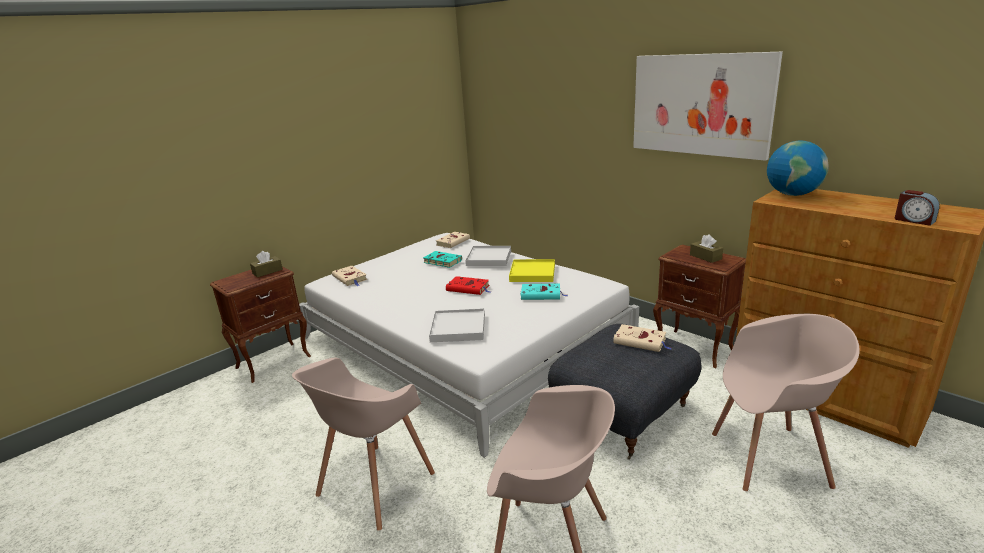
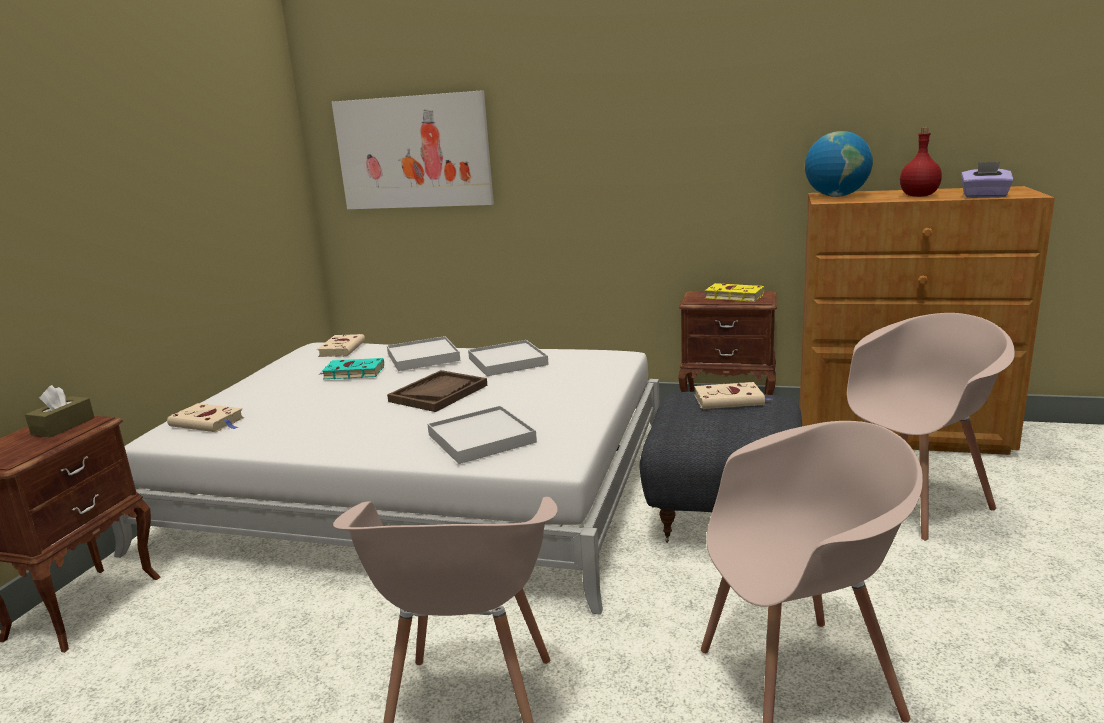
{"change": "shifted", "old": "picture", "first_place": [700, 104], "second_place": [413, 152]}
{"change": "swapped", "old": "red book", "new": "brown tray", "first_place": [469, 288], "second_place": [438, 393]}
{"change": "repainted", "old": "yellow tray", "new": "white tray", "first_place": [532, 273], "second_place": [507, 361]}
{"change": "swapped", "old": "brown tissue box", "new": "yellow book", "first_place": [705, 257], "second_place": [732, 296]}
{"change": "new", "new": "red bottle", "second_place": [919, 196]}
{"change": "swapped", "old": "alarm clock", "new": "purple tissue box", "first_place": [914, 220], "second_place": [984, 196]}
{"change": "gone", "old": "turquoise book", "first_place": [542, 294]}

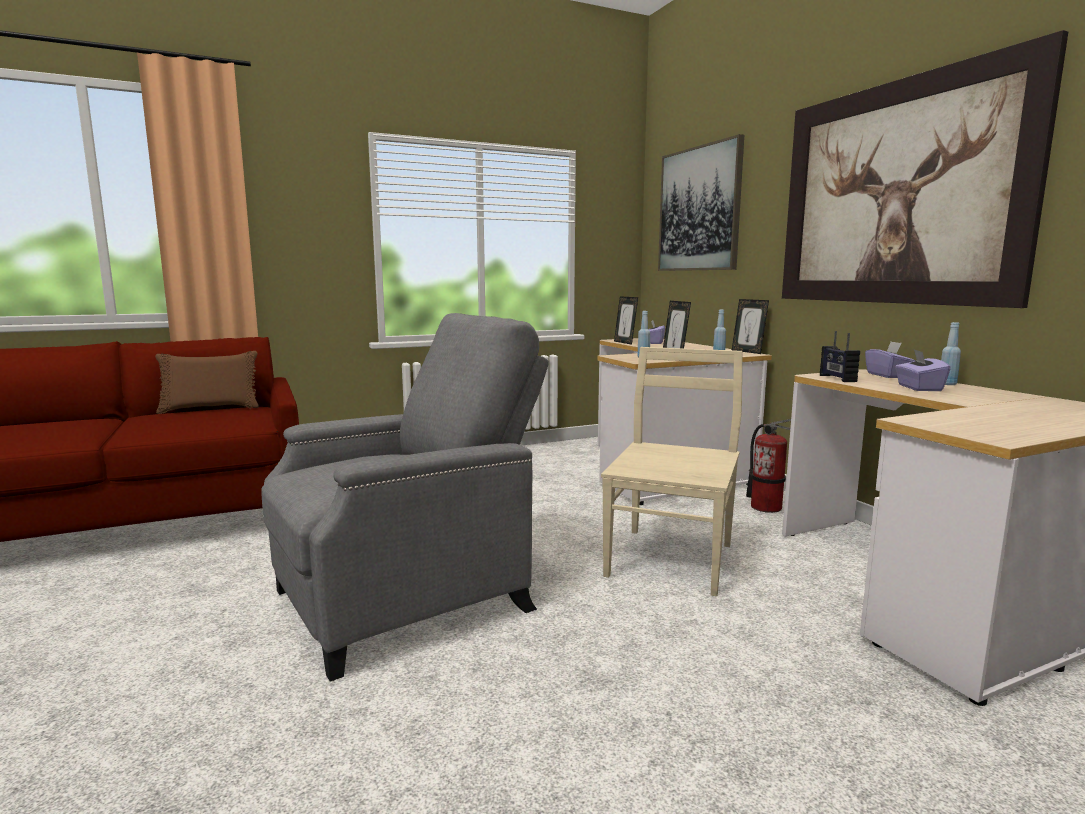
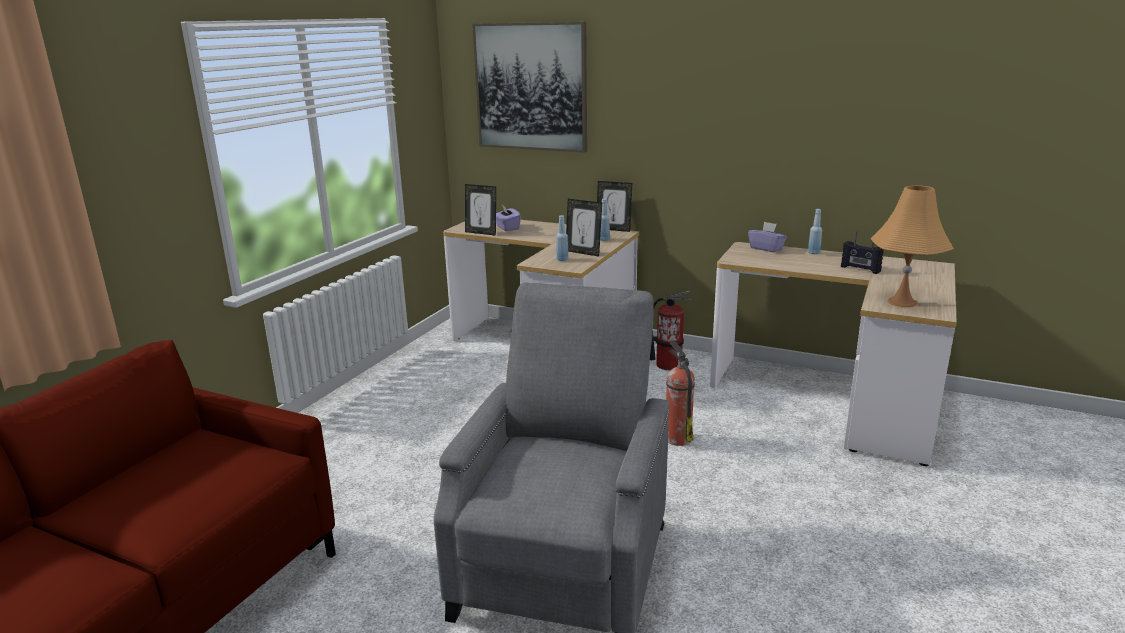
{"change": "swapped", "old": "beige chair", "new": "fire extinguisher", "first_place": [671, 558], "second_place": [677, 438]}
{"change": "shifted", "old": "radio", "first_place": [837, 378], "second_place": [860, 269]}
{"change": "new", "new": "orange table lamp", "second_place": [902, 302]}
{"change": "gone", "old": "brown pillow", "first_place": [210, 409]}
{"change": "gone", "old": "picture", "first_place": [896, 194]}
{"change": "gone", "old": "purple tissue box", "first_place": [918, 388]}

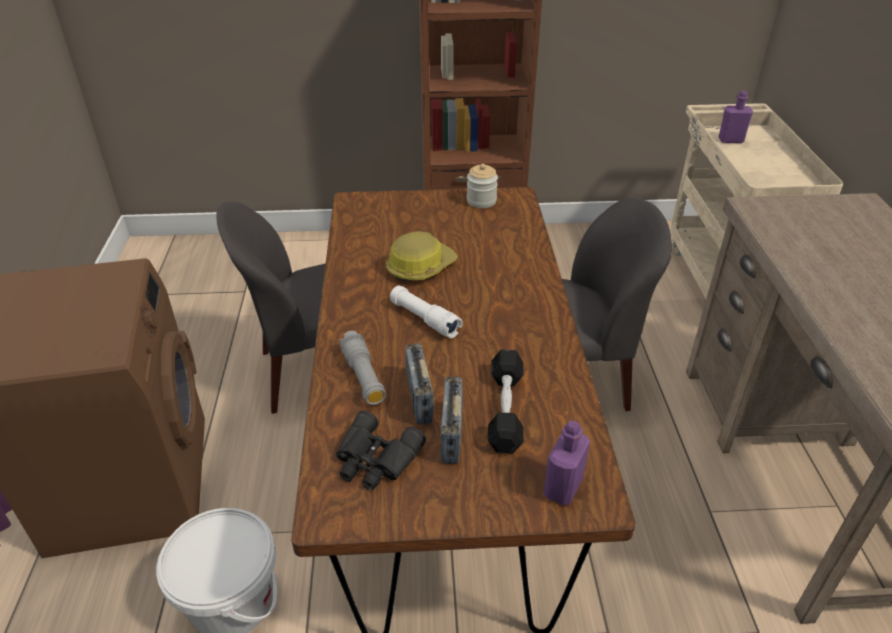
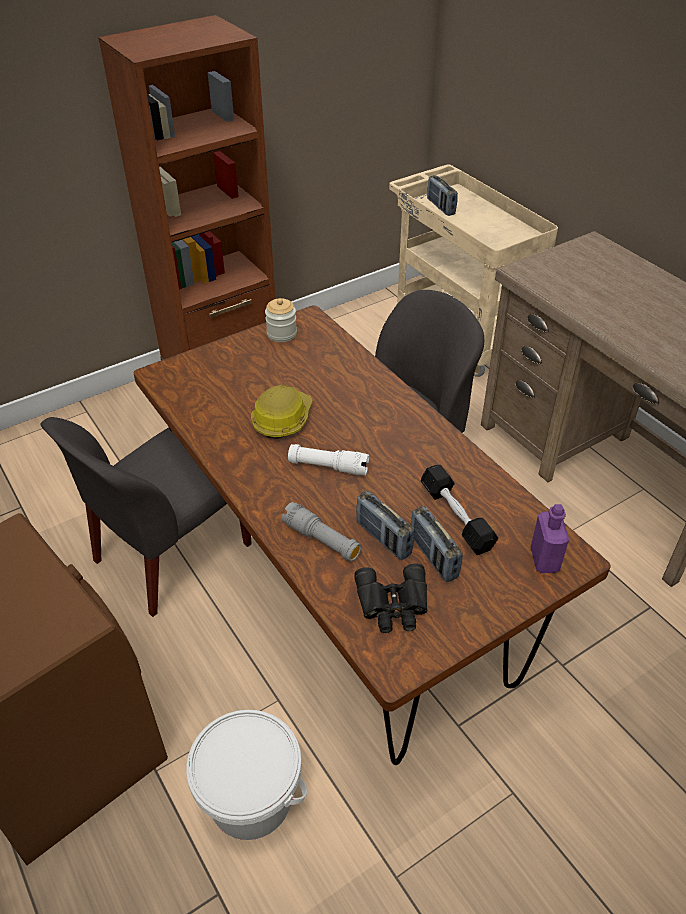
{"change": "swapped", "old": "purple bottle", "new": "radio", "first_place": [730, 140], "second_place": [440, 207]}

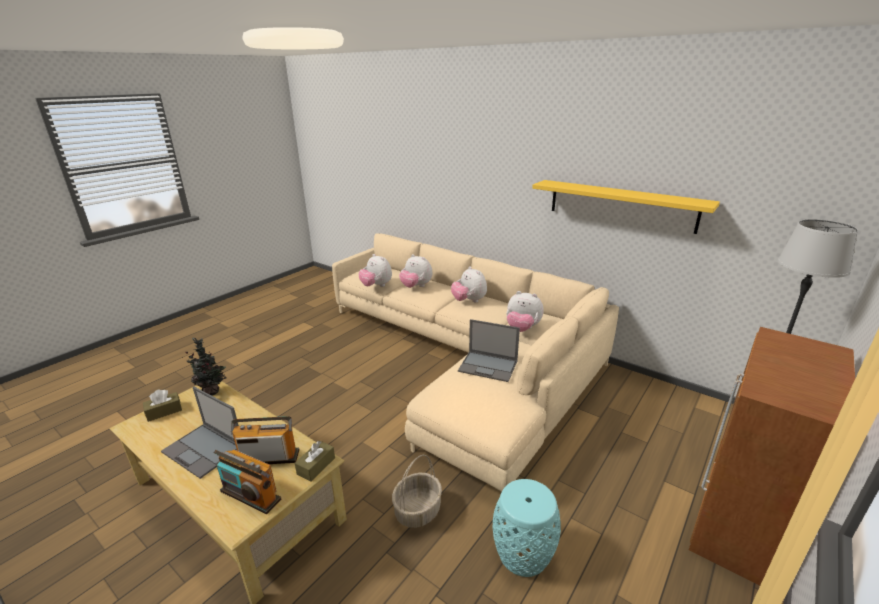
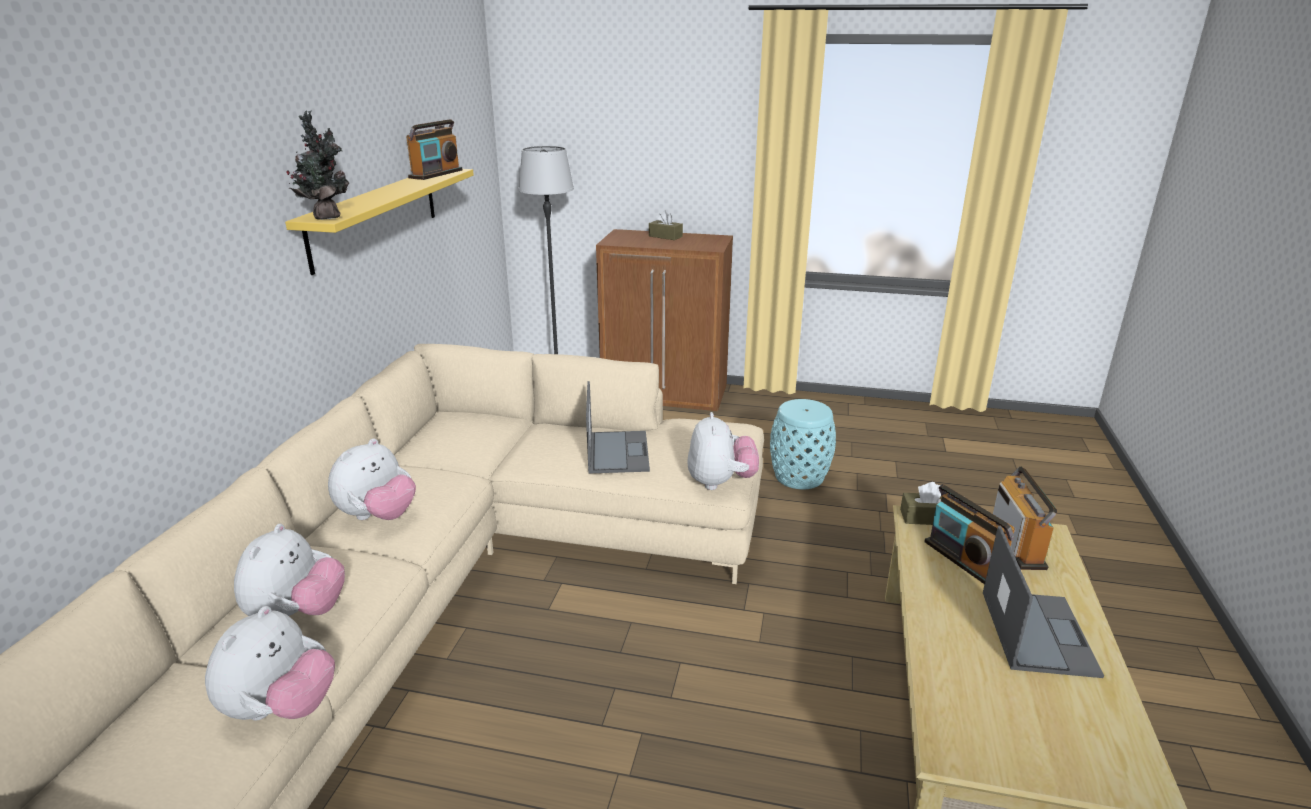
{"change": "shifted", "old": "potted plant", "first_place": [213, 392], "second_place": [326, 217]}
{"change": "new", "new": "radio", "second_place": [436, 174]}
{"change": "shifted", "old": "brown tissue box", "first_place": [164, 411], "second_place": [665, 236]}
{"change": "shifted", "old": "plush toy", "first_place": [522, 329], "second_place": [720, 482]}
{"change": "gone", "old": "basket", "first_place": [417, 511]}

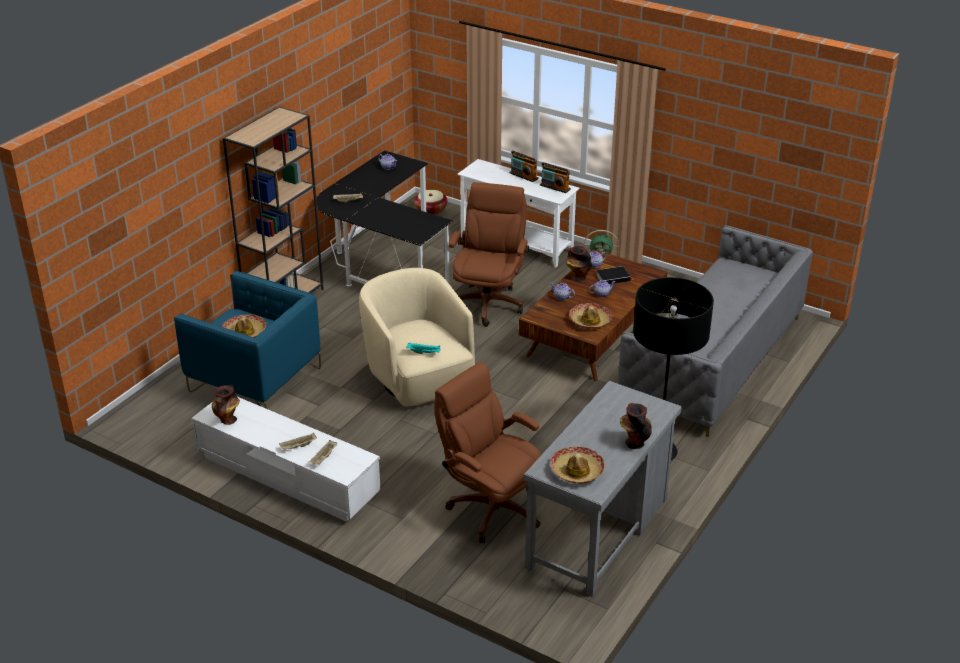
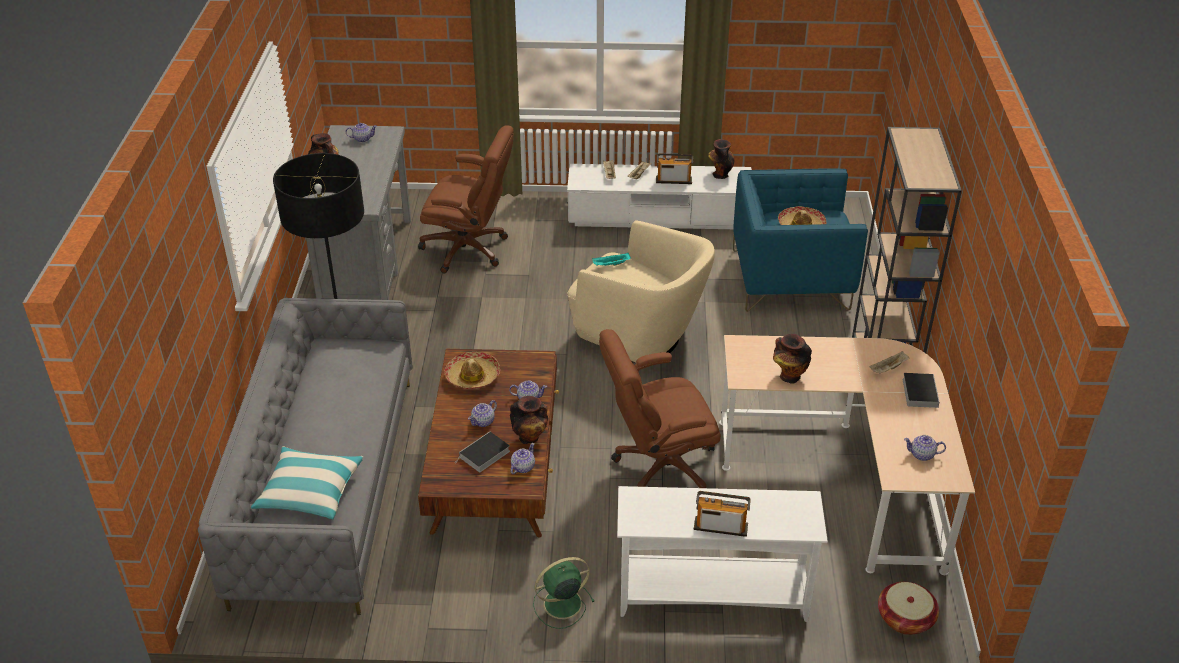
{"change": "new", "new": "pillow", "second_place": [310, 491]}
{"change": "swapped", "old": "hat", "new": "teapot", "first_place": [577, 471], "second_place": [362, 139]}
{"change": "rotated", "old": "brown office chair", "first_place": [488, 302], "second_place": [658, 468], "degrees": 90}
{"change": "shifted", "old": "radio", "first_place": [555, 187], "second_place": [673, 180]}
{"change": "repainted", "old": "black desk", "new": "beige desk", "first_place": [383, 264], "second_place": [846, 476]}
{"change": "new", "new": "vase", "second_place": [789, 376]}
{"change": "new", "new": "book", "second_place": [919, 391]}

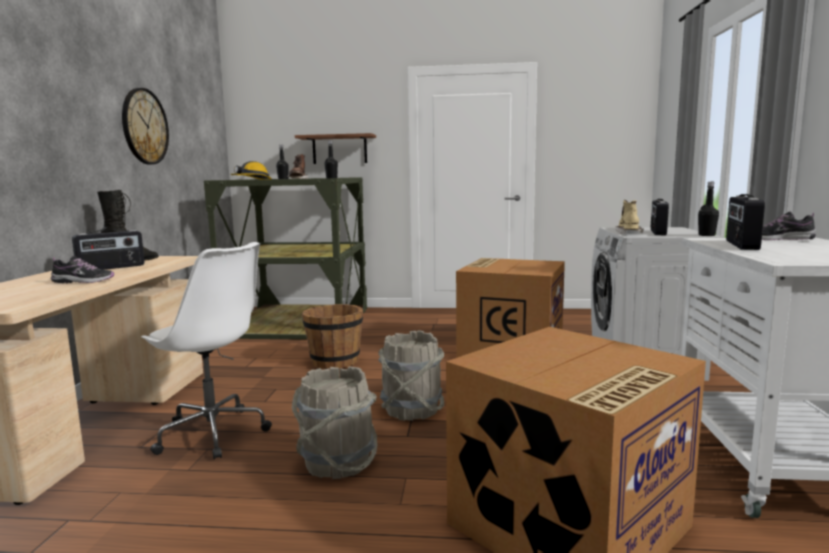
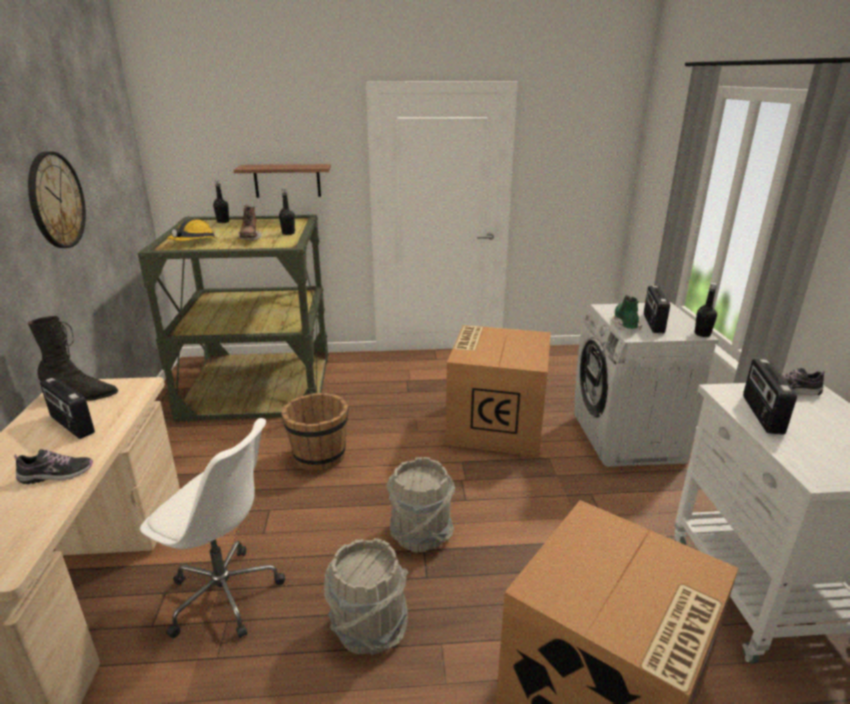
{"change": "rotated", "old": "radio", "first_place": [111, 268], "second_place": [71, 425], "degrees": 90}
{"change": "repainted", "old": "beige boot", "new": "green boot", "first_place": [628, 232], "second_place": [625, 324]}

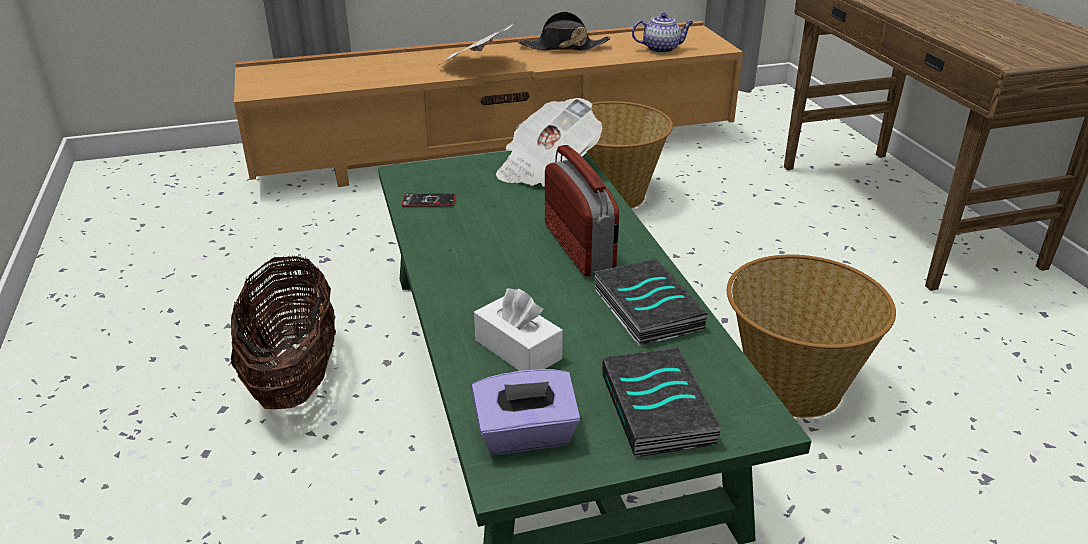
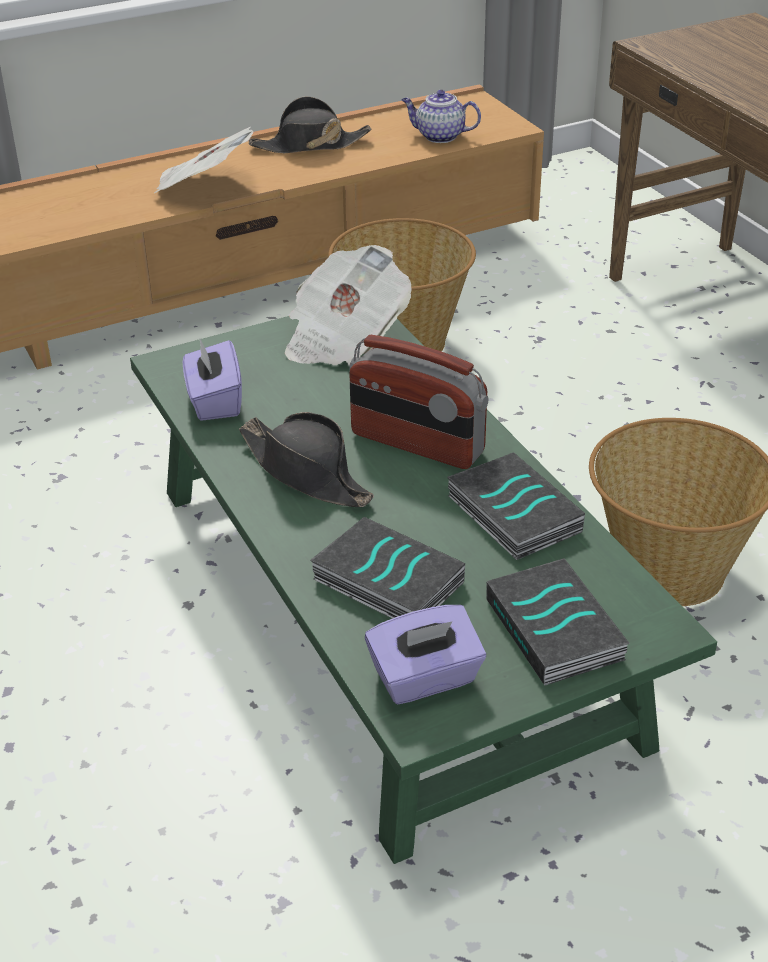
{"change": "swapped", "old": "phone", "new": "purple tissue box", "first_place": [429, 201], "second_place": [214, 401]}
{"change": "new", "new": "black hat", "second_place": [306, 472]}
{"change": "swapped", "old": "white tissue box", "new": "book", "first_place": [518, 349], "second_place": [385, 581]}
{"change": "rotated", "old": "radio", "first_place": [580, 247], "second_place": [416, 444], "degrees": 150}
{"change": "rotated", "old": "teapot", "first_place": [661, 49], "second_place": [439, 136], "degrees": -150}
{"change": "gone", "old": "basket", "first_place": [294, 376]}

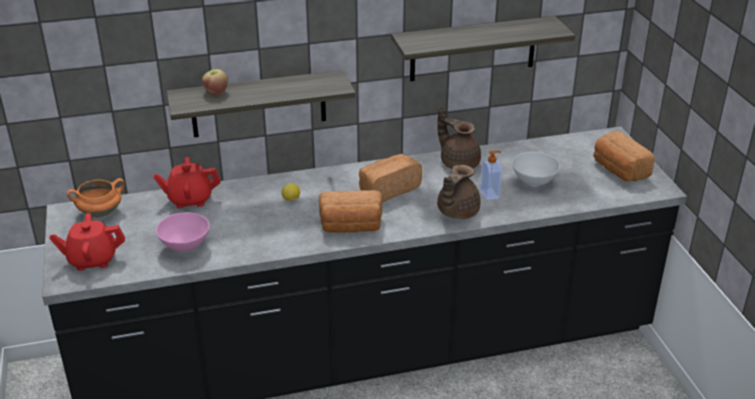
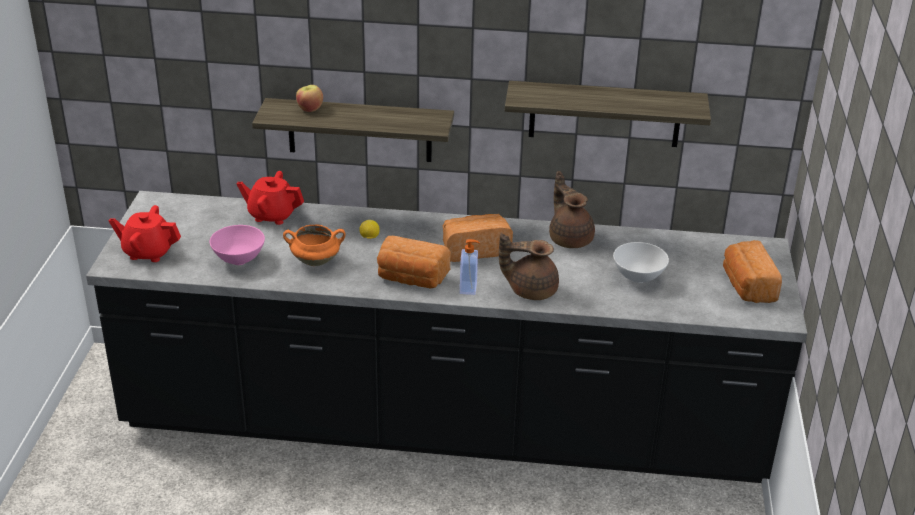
{"change": "shifted", "old": "orange cooking pot", "first_place": [101, 212], "second_place": [316, 261]}
{"change": "shifted", "old": "soap dispenser", "first_place": [490, 194], "second_place": [469, 288]}
{"change": "rotated", "old": "brown teapot", "first_place": [456, 212], "second_place": [530, 290], "degrees": 45}

